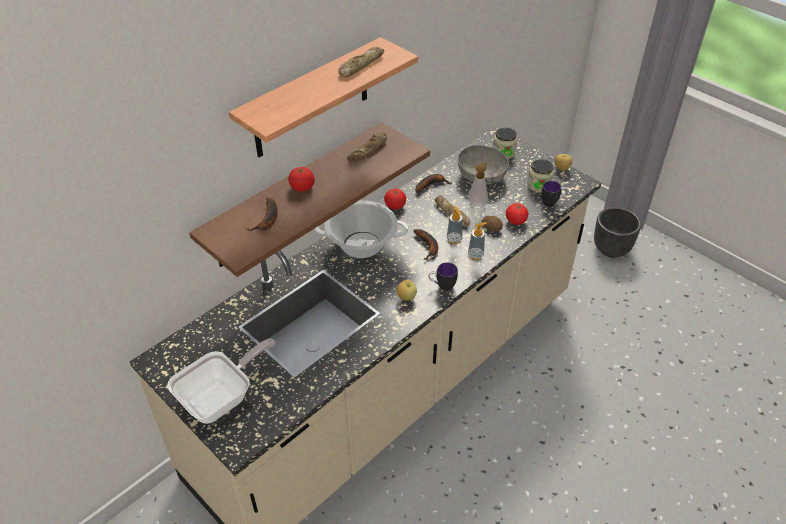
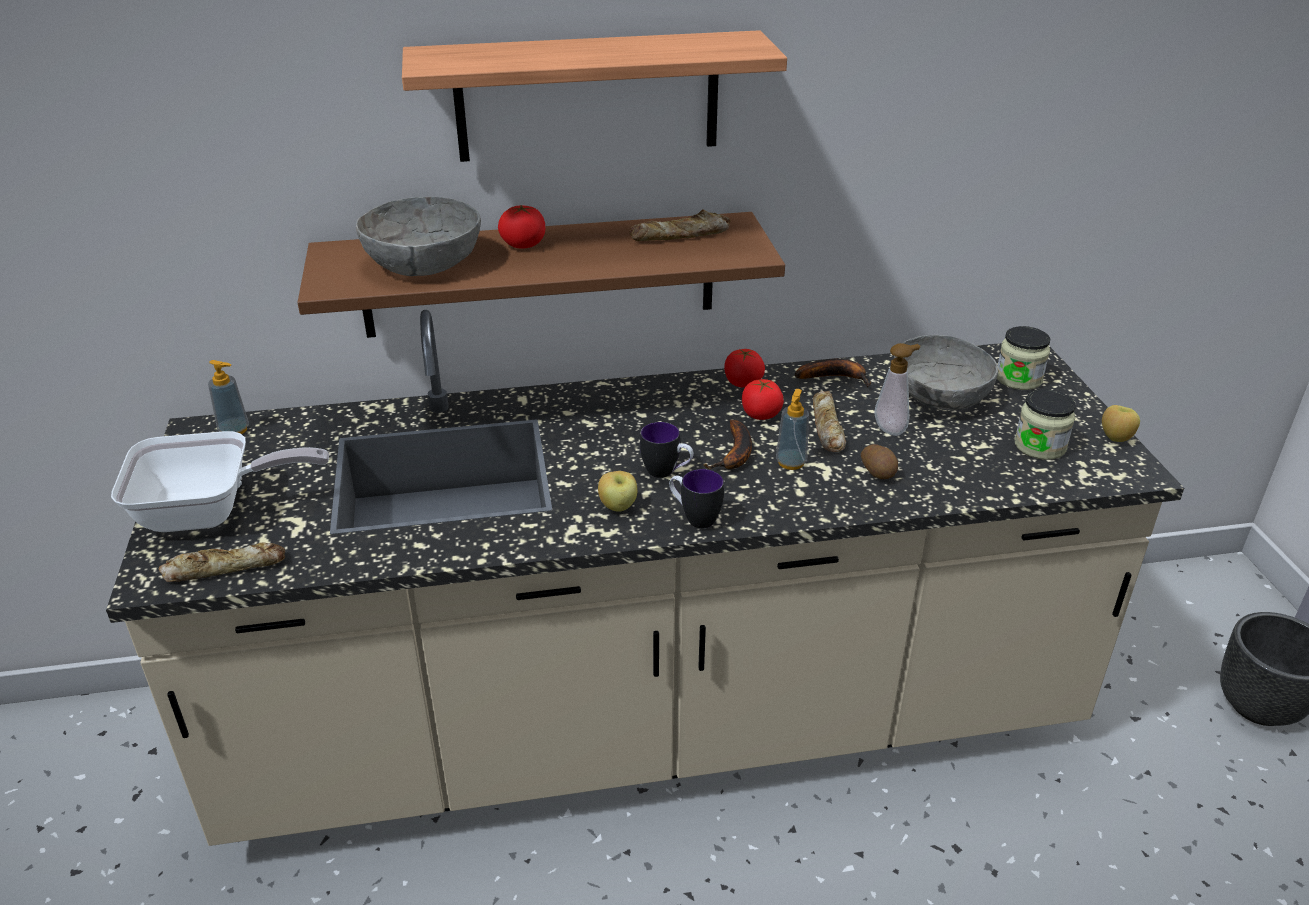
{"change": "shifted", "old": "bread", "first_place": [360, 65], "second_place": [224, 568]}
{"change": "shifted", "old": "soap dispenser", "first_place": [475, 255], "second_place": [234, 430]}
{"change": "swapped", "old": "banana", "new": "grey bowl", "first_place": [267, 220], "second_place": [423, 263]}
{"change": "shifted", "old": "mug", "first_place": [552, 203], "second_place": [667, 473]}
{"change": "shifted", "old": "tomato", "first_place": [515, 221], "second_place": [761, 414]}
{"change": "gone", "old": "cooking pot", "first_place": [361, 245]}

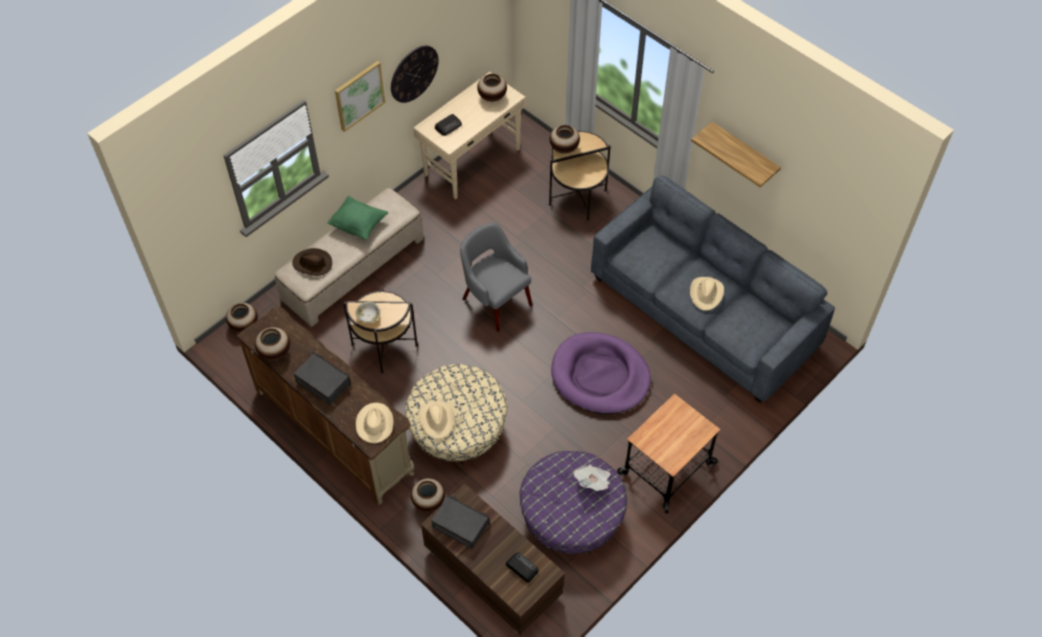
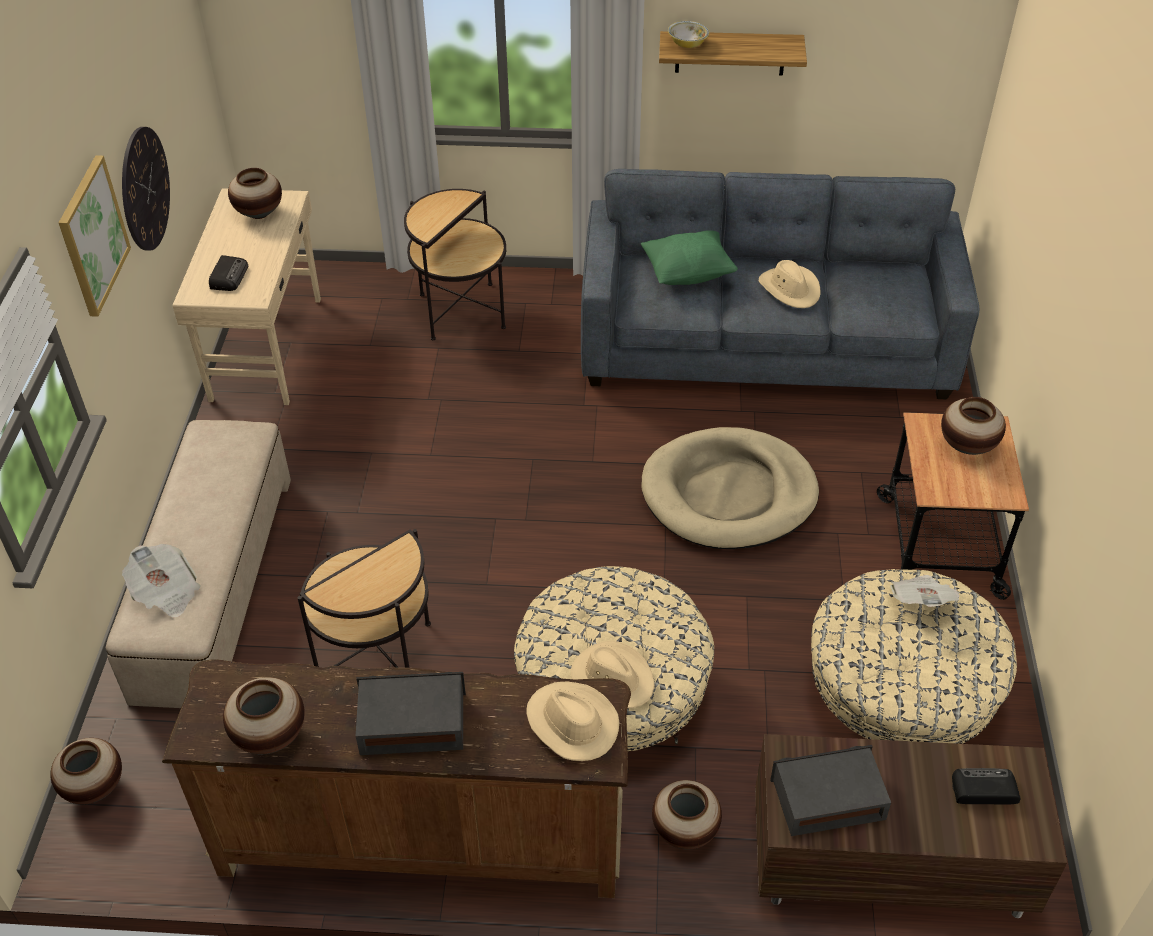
{"change": "swapped", "old": "brown hat", "new": "newspaper", "first_place": [312, 264], "second_place": [166, 592]}
{"change": "shifted", "old": "green pillow", "first_place": [358, 225], "second_place": [688, 273]}
{"change": "repainted", "old": "purple dog bed", "new": "beige dog bed", "first_place": [600, 376], "second_place": [729, 494]}
{"change": "shifted", "old": "bowl", "first_place": [368, 316], "second_place": [687, 44]}
{"change": "repainted", "old": "purple ottoman", "new": "beige ottoman", "first_place": [571, 516], "second_place": [899, 693]}
{"change": "shifted", "old": "vase", "first_place": [564, 148], "second_place": [966, 446]}
{"change": "gone", "old": "grey armchair", "first_place": [495, 301]}

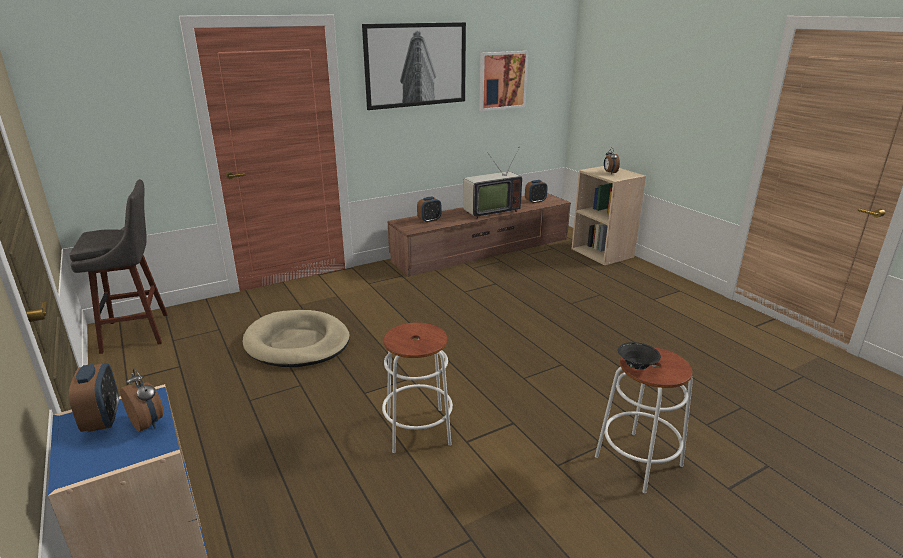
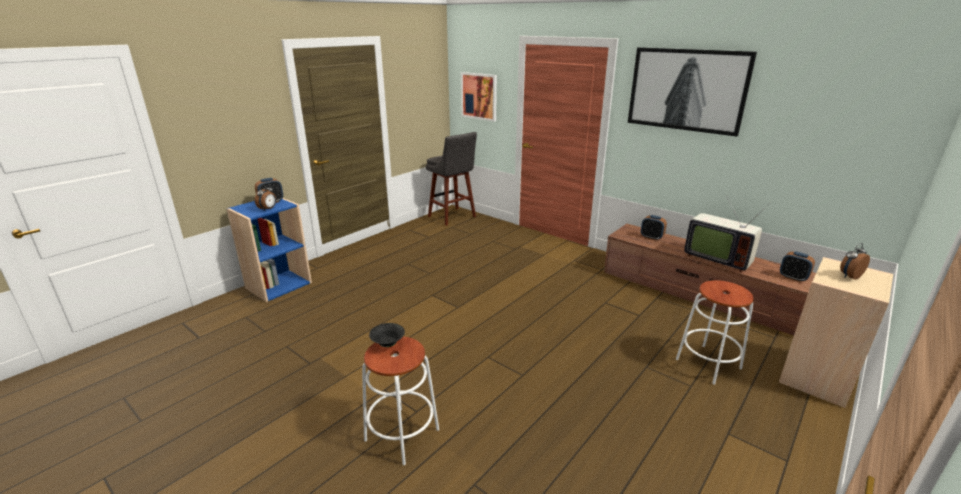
{"change": "shifted", "old": "picture", "first_place": [502, 80], "second_place": [479, 96]}
{"change": "shifted", "old": "white stool", "first_place": [418, 429], "second_place": [708, 364]}
{"change": "gone", "old": "beige dog bed", "first_place": [297, 343]}

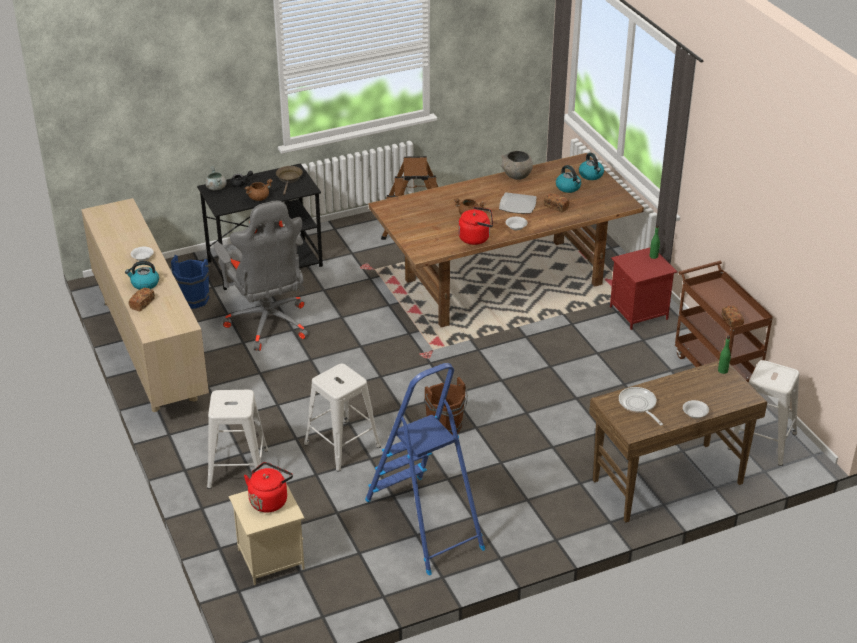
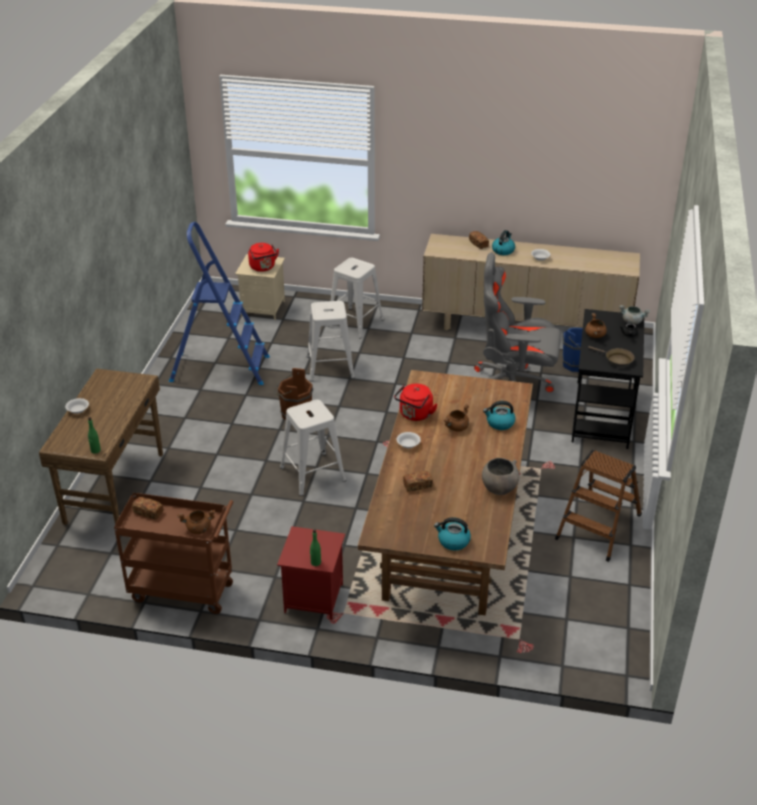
{"change": "new", "new": "brown cooking pot", "second_place": [198, 529]}
{"change": "shifted", "old": "white stool", "first_place": [762, 441], "second_place": [313, 474]}
{"change": "shifted", "old": "kettle", "first_place": [568, 187], "second_place": [499, 423]}
{"change": "gone", "old": "plate", "first_place": [517, 205]}
{"change": "gone", "old": "frying pan", "first_place": [638, 405]}

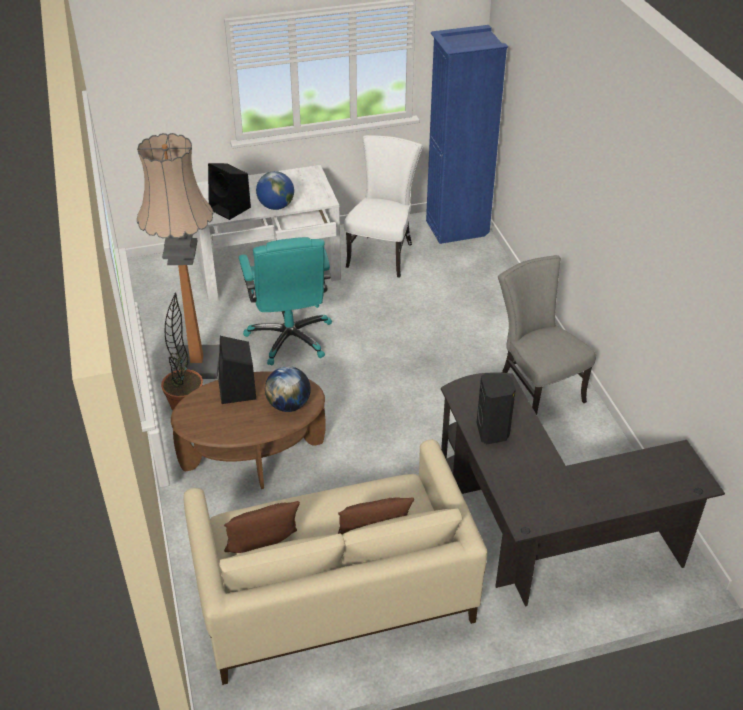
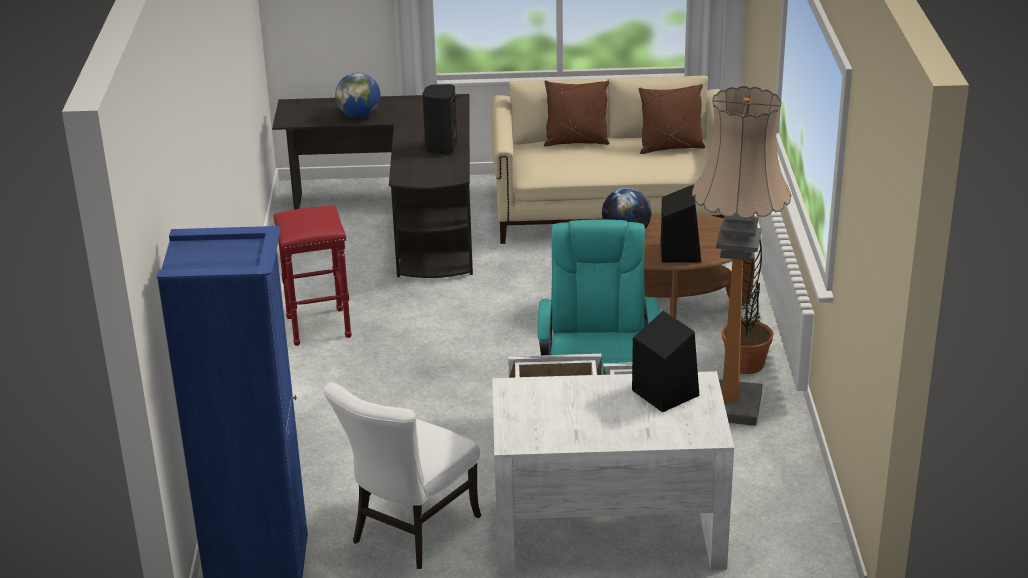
{"change": "swapped", "old": "grey chair", "new": "red stool", "first_place": [535, 389], "second_place": [317, 327]}
{"change": "shifted", "old": "globe", "first_place": [276, 206], "second_place": [359, 116]}

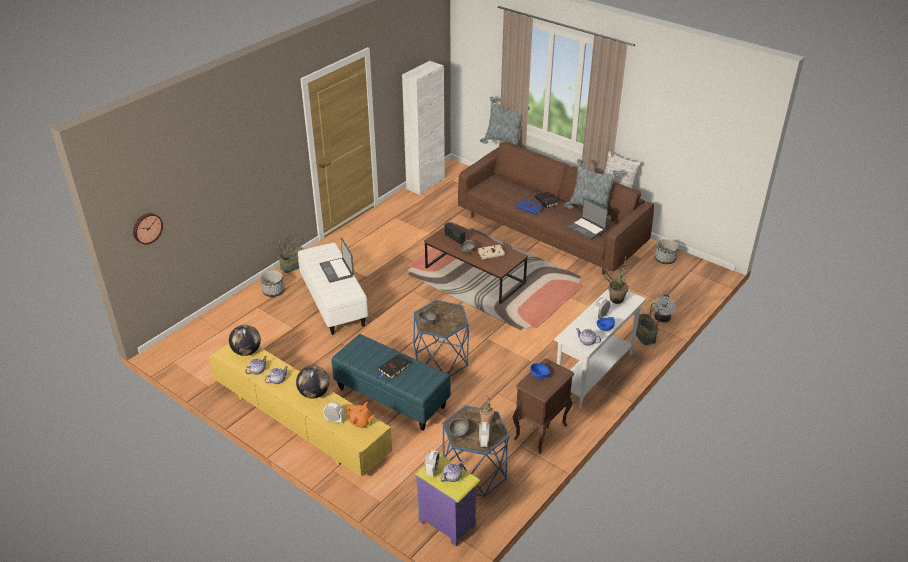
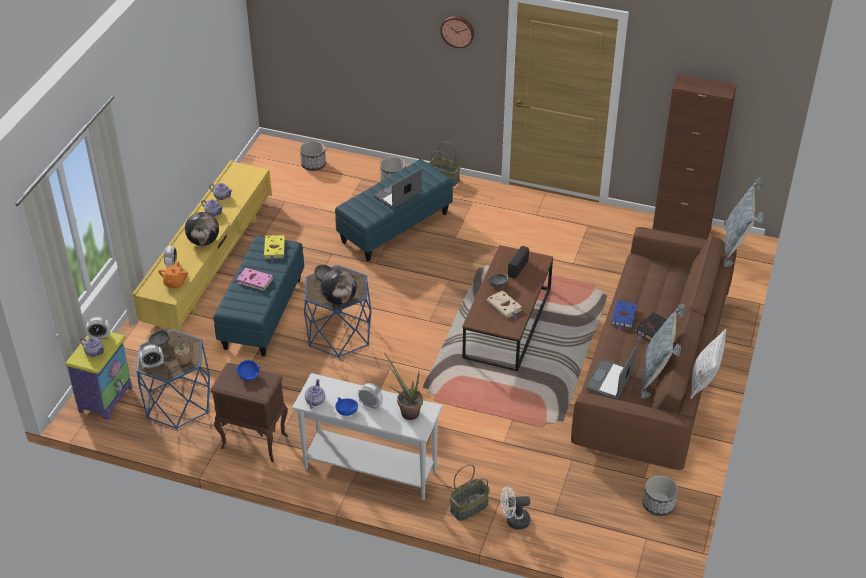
{"change": "repainted", "old": "black book", "new": "pink book", "first_place": [393, 368], "second_place": [254, 280]}
{"change": "new", "new": "yellow book", "second_place": [274, 249]}
{"change": "new", "new": "planter", "second_place": [313, 164]}
{"change": "shifted", "old": "globe", "first_place": [247, 351], "second_place": [339, 299]}
{"change": "repainted", "old": "white ottoman", "new": "blue ottoman", "first_place": [334, 303], "second_place": [395, 229]}
{"change": "shifted", "old": "wall clock", "first_place": [147, 228], "second_place": [457, 31]}
{"change": "repainted", "old": "white cabinet", "new": "brown cabinet", "first_place": [425, 184], "second_place": [681, 230]}

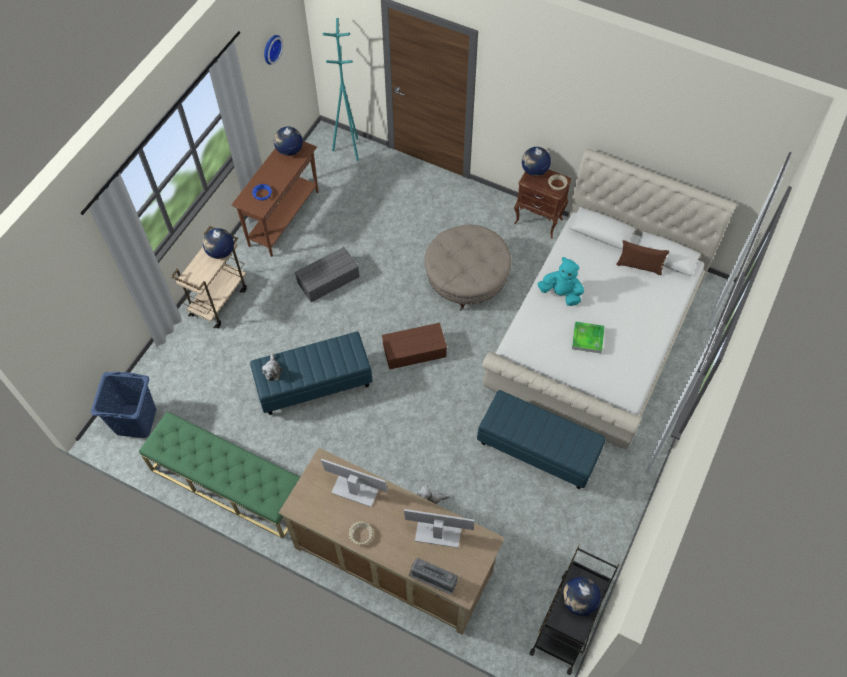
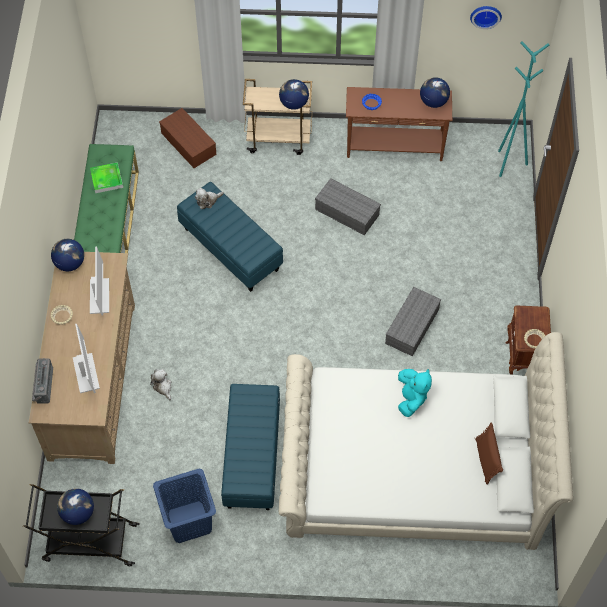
{"change": "shifted", "old": "globe", "first_place": [534, 171], "second_place": [70, 263]}
{"change": "shifted", "old": "tray", "first_place": [587, 338], "second_place": [106, 179]}
{"change": "shifted", "old": "blue laundry basket", "first_place": [135, 421], "second_place": [188, 521]}
{"change": "shifted", "old": "brown storage box", "first_place": [415, 350], "second_place": [189, 144]}
{"change": "swapped", "old": "beige ottoman", "new": "grey storage box", "first_place": [466, 279], "second_place": [412, 325]}

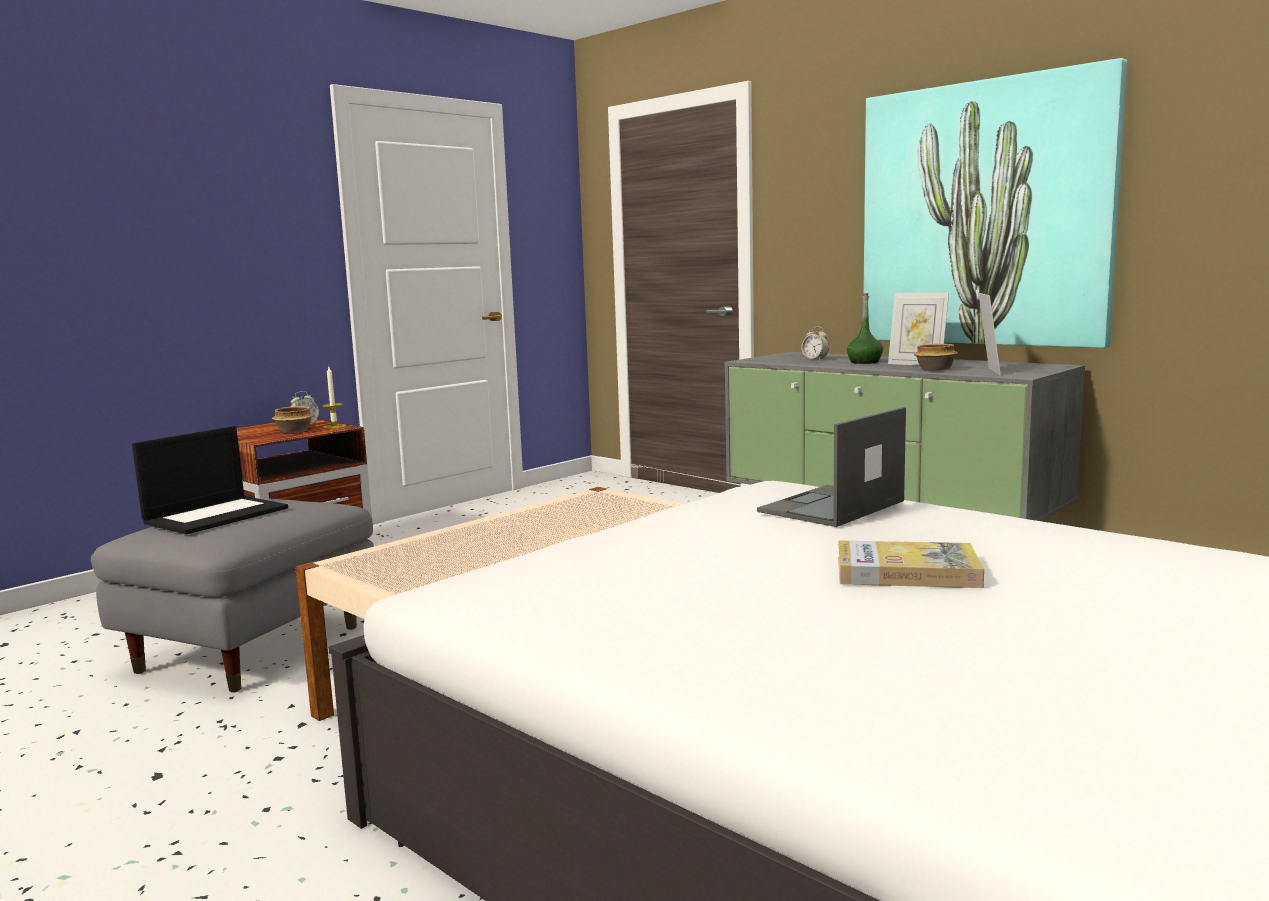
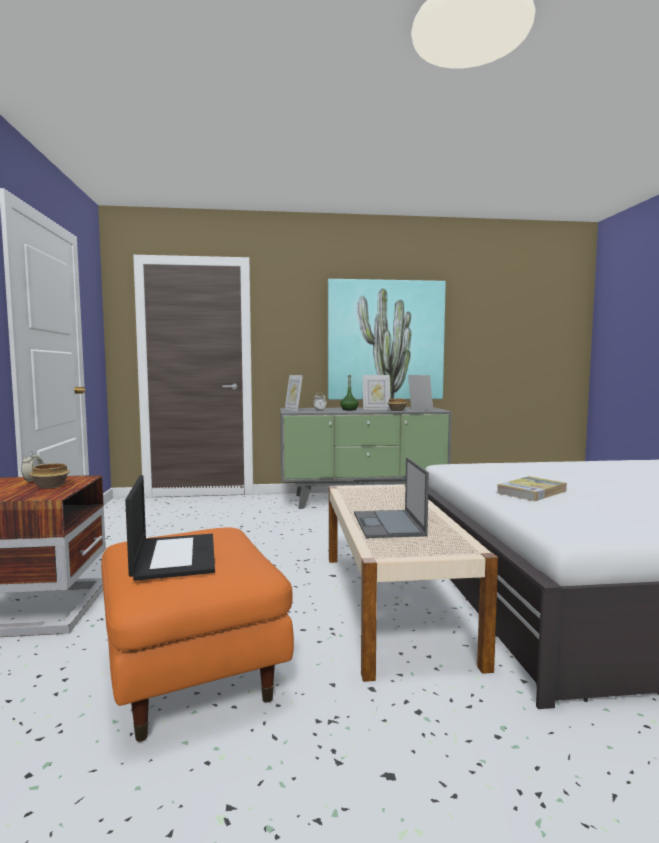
{"change": "repainted", "old": "grey ottoman", "new": "orange ottoman", "first_place": [253, 648], "second_place": [191, 671]}
{"change": "new", "new": "picture frame", "second_place": [293, 410]}
{"change": "shifted", "old": "laptop", "first_place": [831, 507], "second_place": [389, 524]}
{"change": "shifted", "old": "book", "first_place": [906, 571], "second_place": [531, 492]}
{"change": "gone", "old": "candle", "first_place": [334, 426]}

